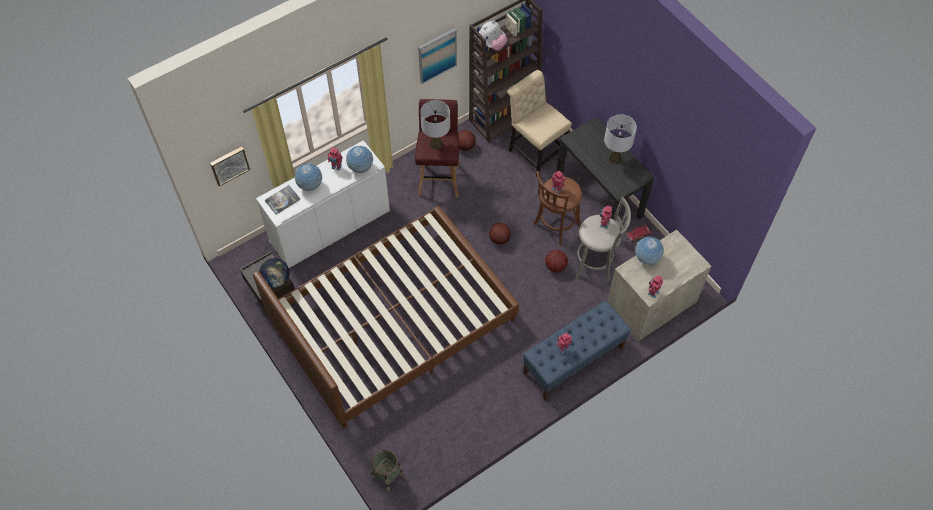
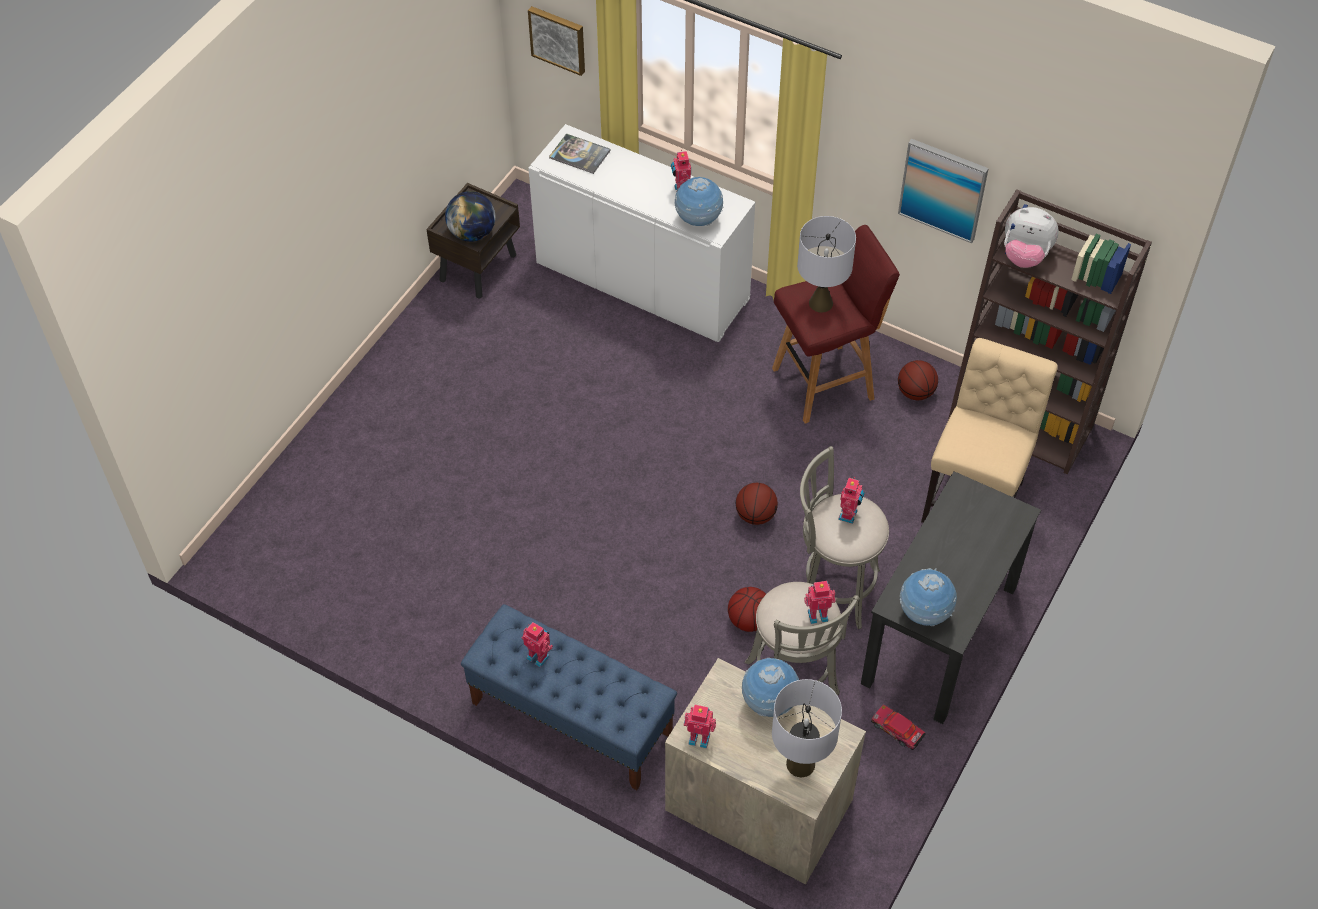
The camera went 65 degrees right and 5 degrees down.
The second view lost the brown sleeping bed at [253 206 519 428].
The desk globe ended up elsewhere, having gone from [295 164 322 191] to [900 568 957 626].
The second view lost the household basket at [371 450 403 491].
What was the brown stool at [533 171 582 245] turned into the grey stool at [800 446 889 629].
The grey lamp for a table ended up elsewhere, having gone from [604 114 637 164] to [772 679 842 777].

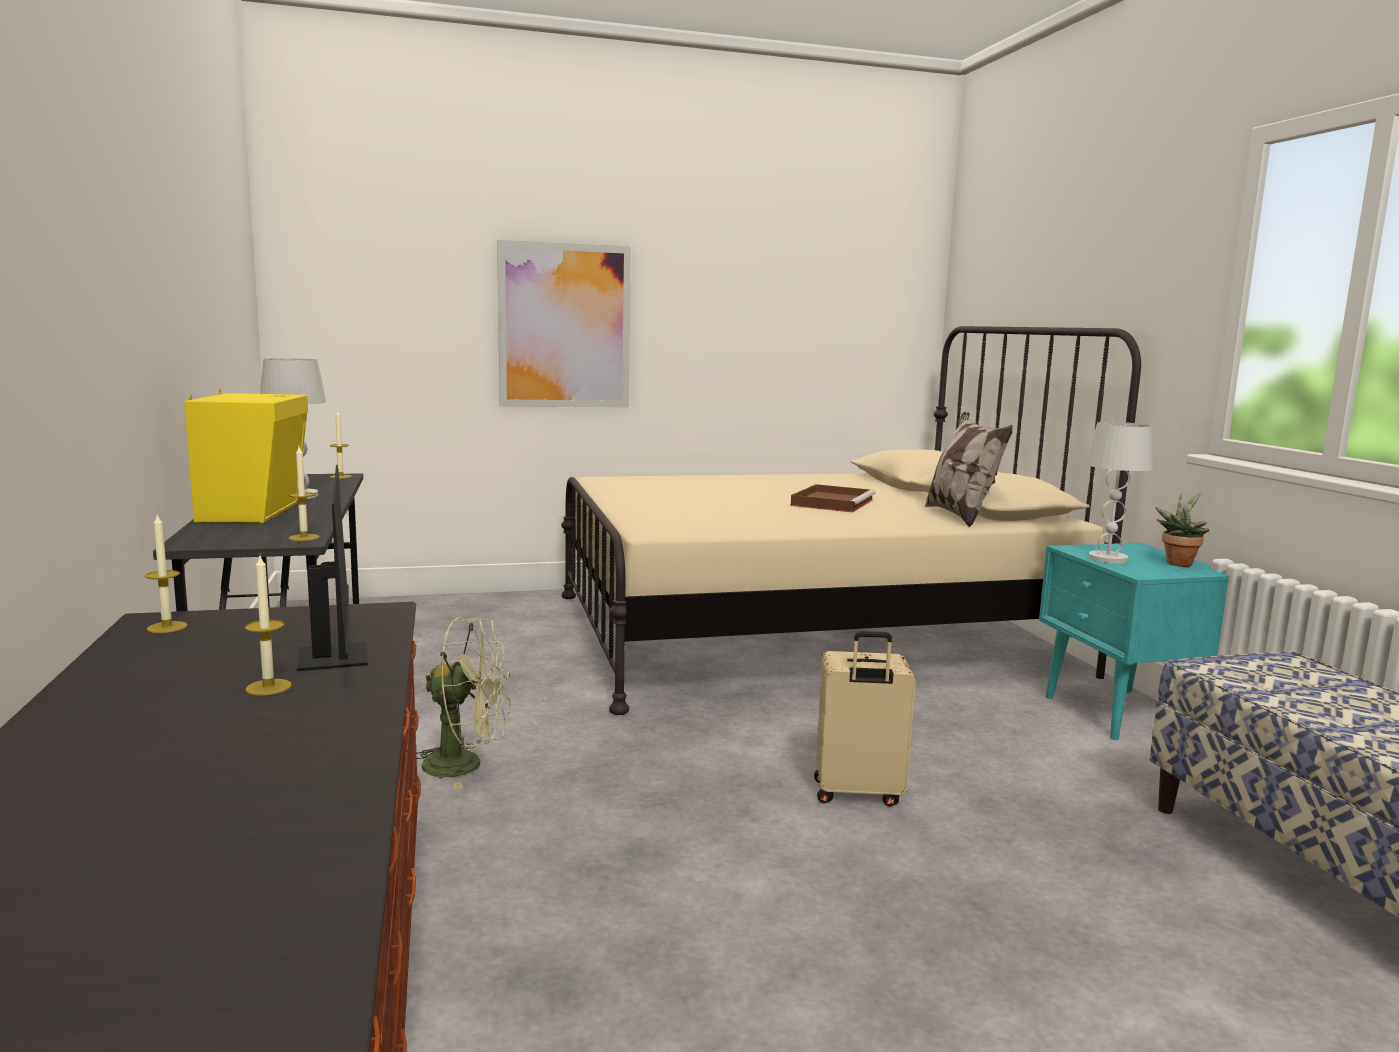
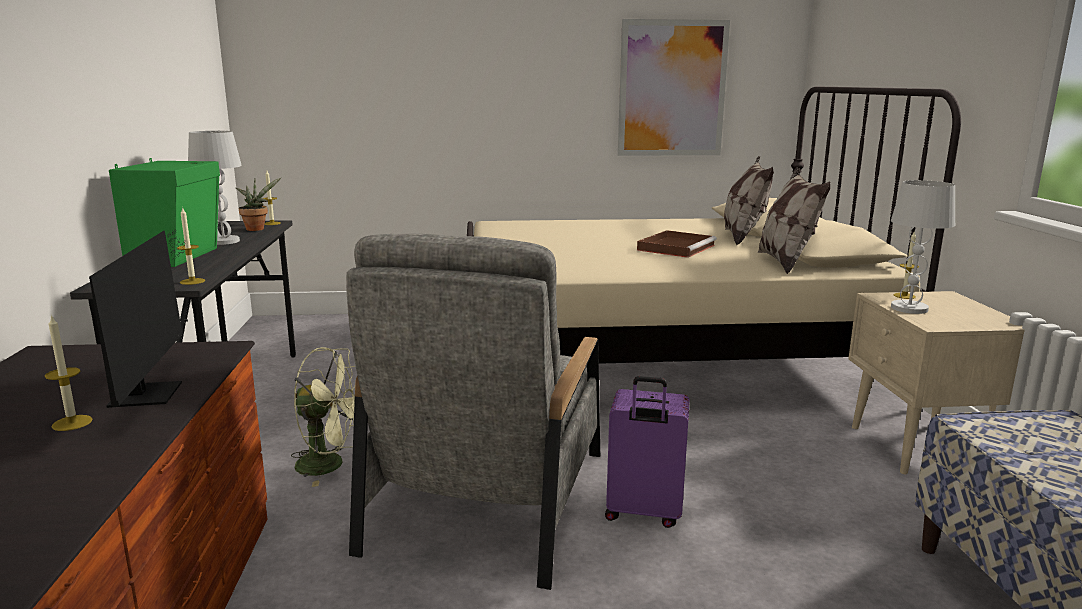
The camera went 10 degrees right and 5 degrees up.
The candle ended up elsewhere, having gone from [145 513 187 633] to [894 231 919 299].
What was the yellowish loudspeaker at [184 389 308 523] turned into the green loudspeaker at [109 158 220 267].
The wall art ended up elsewhere, having gone from [497 240 631 408] to [618 19 730 156].
What was the beige-coloured travel case at [814 631 916 807] turned into the purplish travel case at [605 376 690 528].
What was the turquoise bedside table at [1039 543 1229 740] turned into the beige-coloured bedside table at [848 291 1025 474].
The plant in a pot ended up elsewhere, having gone from [1155 492 1209 567] to [236 178 281 231].
The second view gained the grey lounge chair at [346 234 600 590].
The second view gained the cushion at [724 156 774 245].

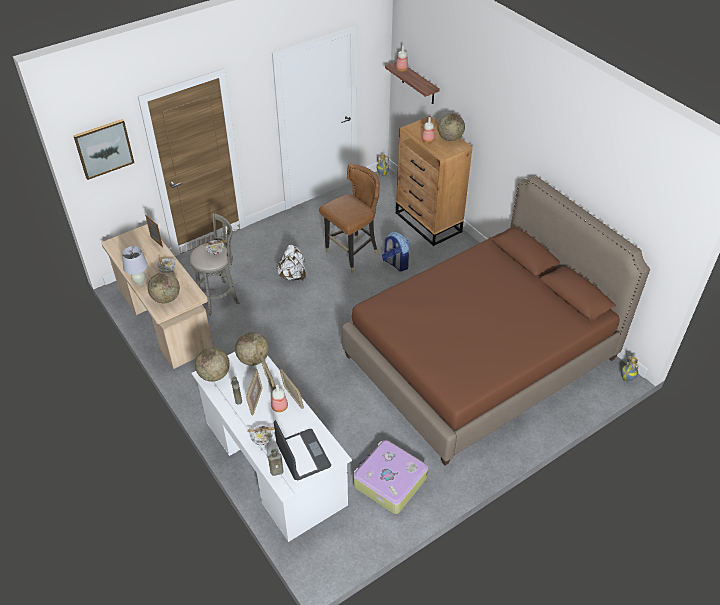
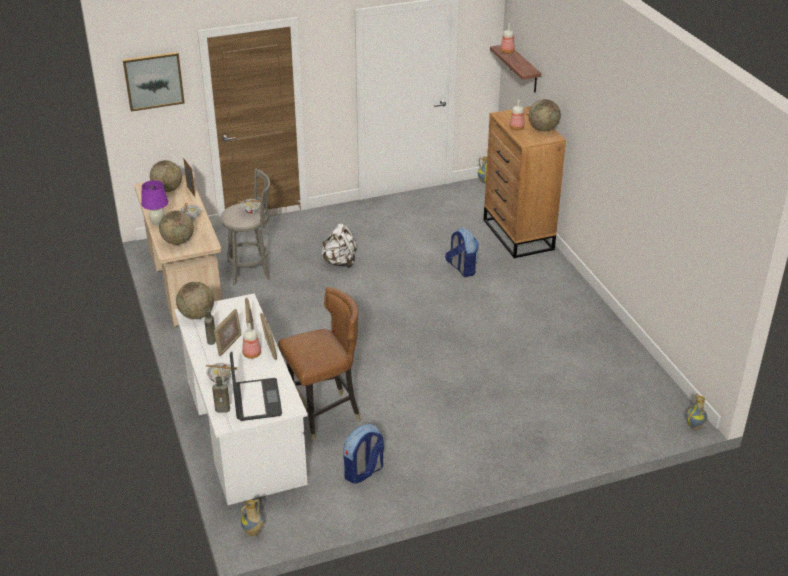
The camera went 15 degrees right and 10 degrees down.
What was the white-coloured lamp for a table at [122 246 148 285] turned into the purplish lamp for a table at [141 180 168 226].
The desk globe ended up elsewhere, having gone from [235 332 269 366] to [150 160 182 192].
The brown upright chair ended up elsewhere, having gone from [319 164 380 273] to [278 287 361 441].
The second view lost the brown sleeping bed at [342 176 650 465].
Where the travel case stood at [353 440 428 514], the backpack came to stand at [343 424 384 484].
The second view gained the vase at [241 499 264 536].

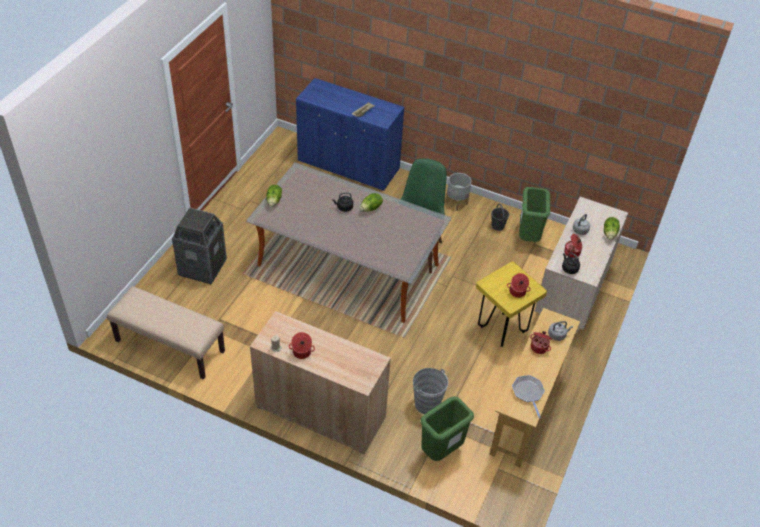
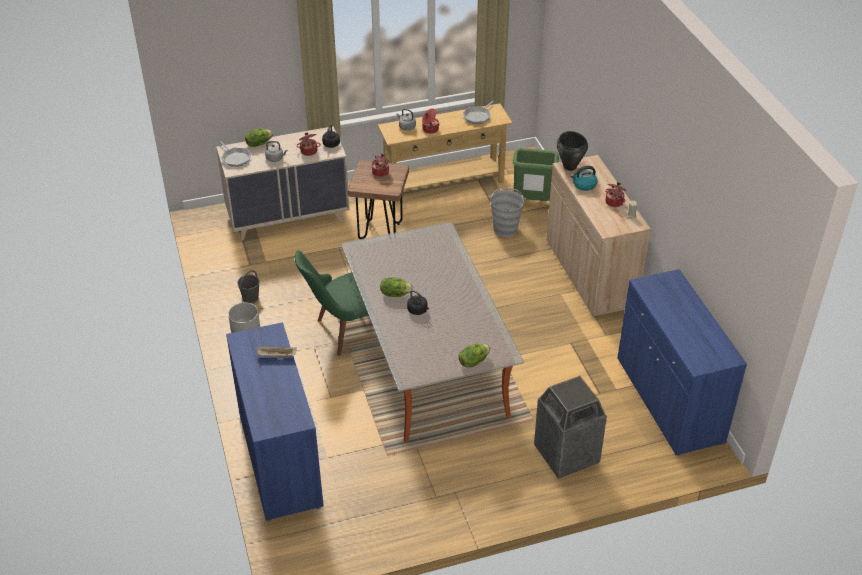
The camera went 130 degrees left and 5 degrees down.
Where the beige-coloured indoor bench stood at [107 286 225 380], the blue cupboard came to stand at [617 269 747 456].
What was the yellowish stool at [476 262 547 347] turned into the brown stool at [348 160 409 239].
The second view lost the green waste bin at [519 187 550 242].
The second view gained the pan at [220 141 251 167].
The second view gained the blackish saucepot at [557 131 588 171].
The second view gained the kettle at [571 166 598 191].

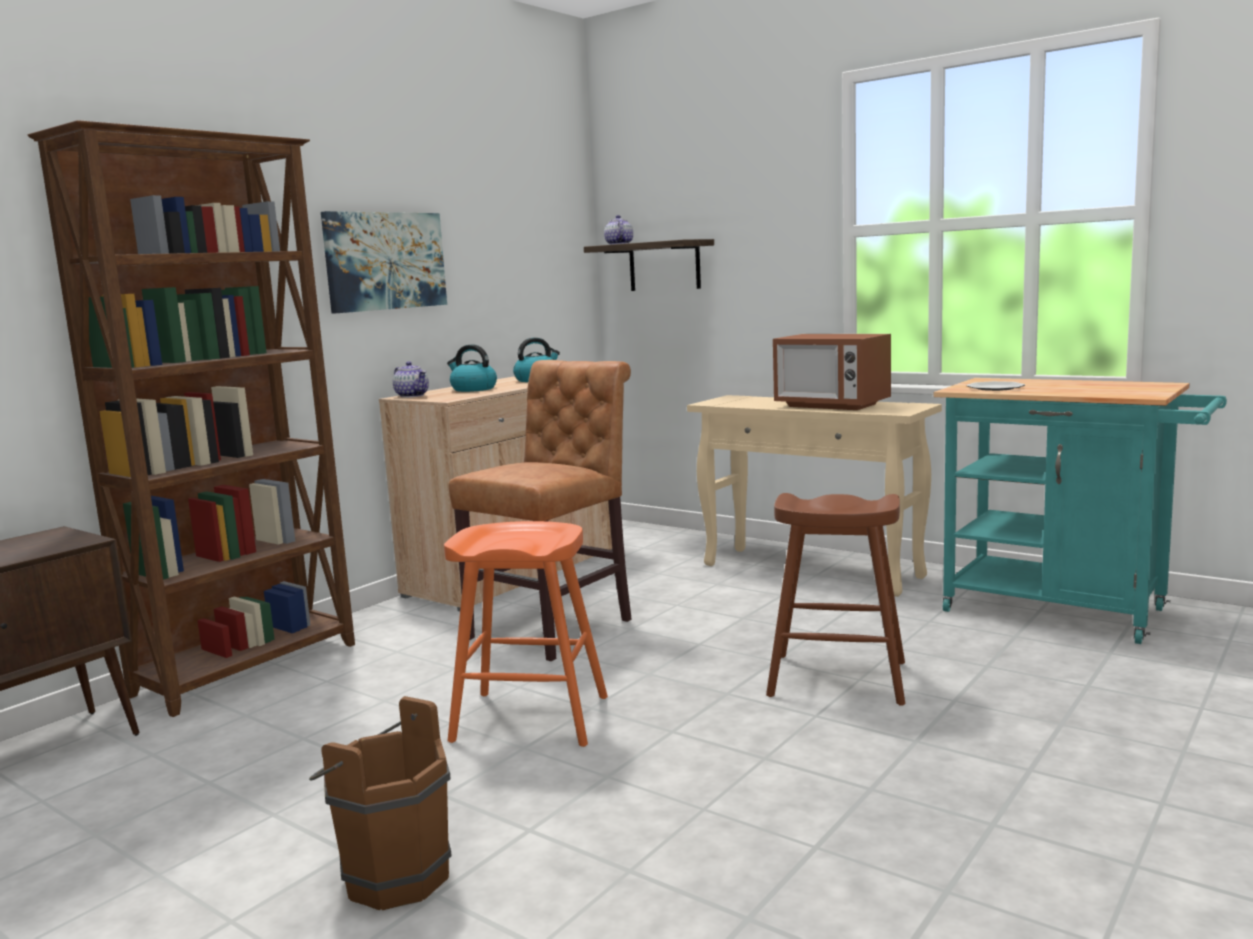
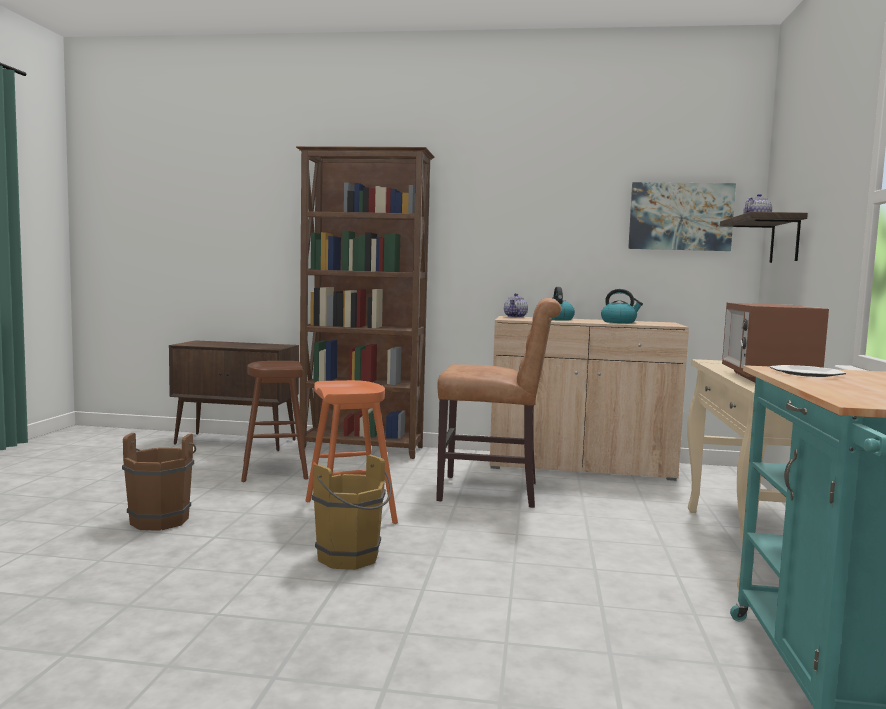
The camera went 60 degrees right and 5 degrees down.
The wall art ended up elsewhere, having gone from [321 211 447 313] to [628 182 736 251].
The brown stool ended up elsewhere, having gone from [766 493 905 706] to [241 361 308 482].
The second view gained the brown bucket at [312 454 392 570].

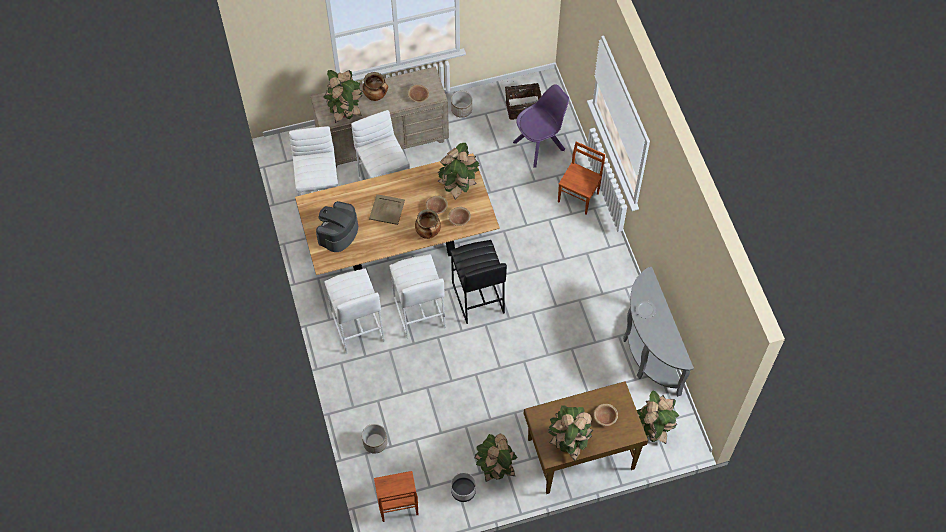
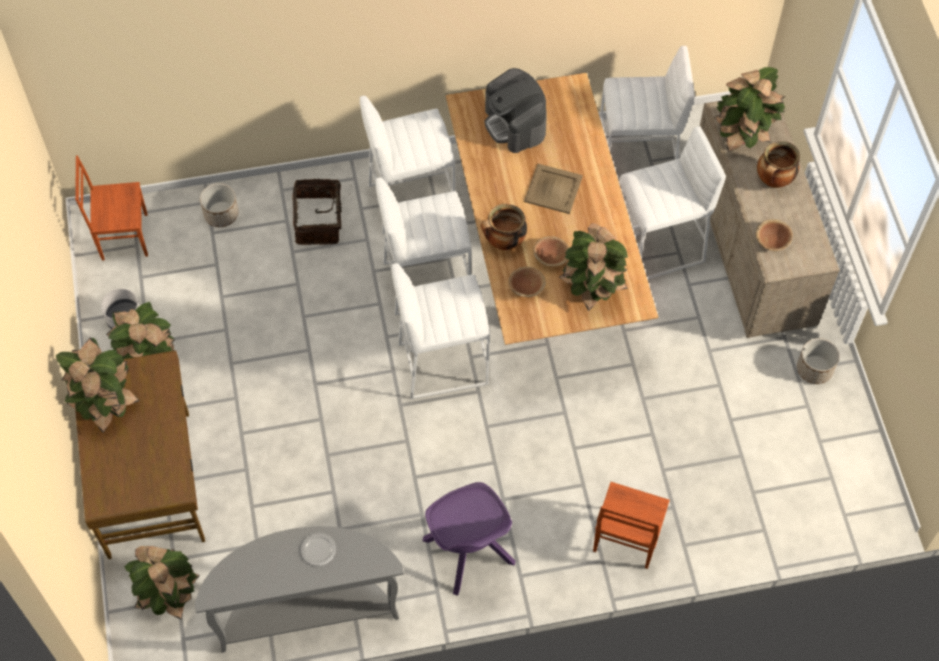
The camera went 95 degrees right and 0 degrees up.
The coffee maker at [316 201 358 252] ended up facing another way, 150 degrees counterclockwise from before.
What was the blackish stool at [450 240 507 324] turned into the white-coloured stool at [392 263 490 399].
The household basket ended up elsewhere, having gone from [505 83 542 120] to [292 178 342 245].
The purplish upright chair ended up elsewhere, having gone from [513 84 569 168] to [423 482 515 596].
The brown upright chair at [558 141 605 215] ended up facing another way, 75 degrees clockwise from before.
The second view lost the brown deep dish at [594 404 618 426].

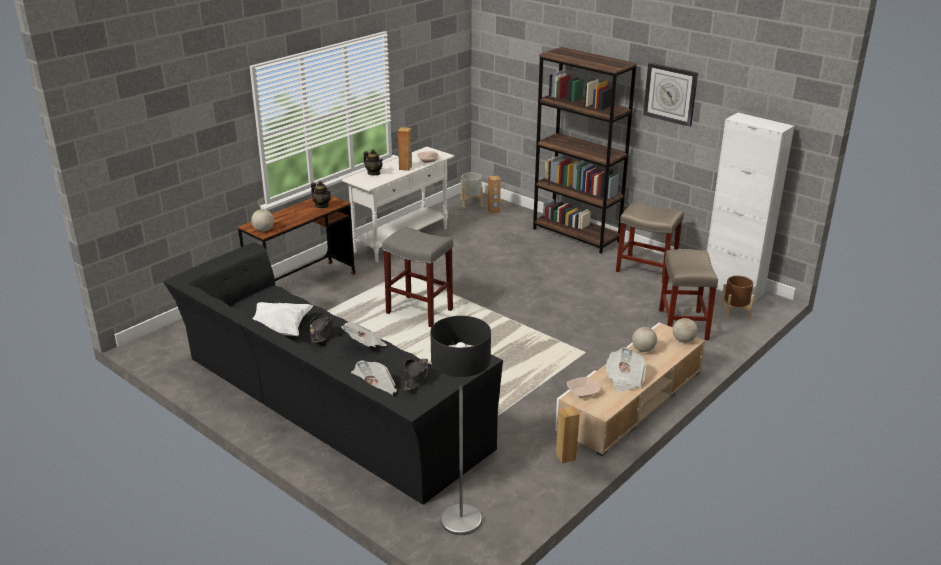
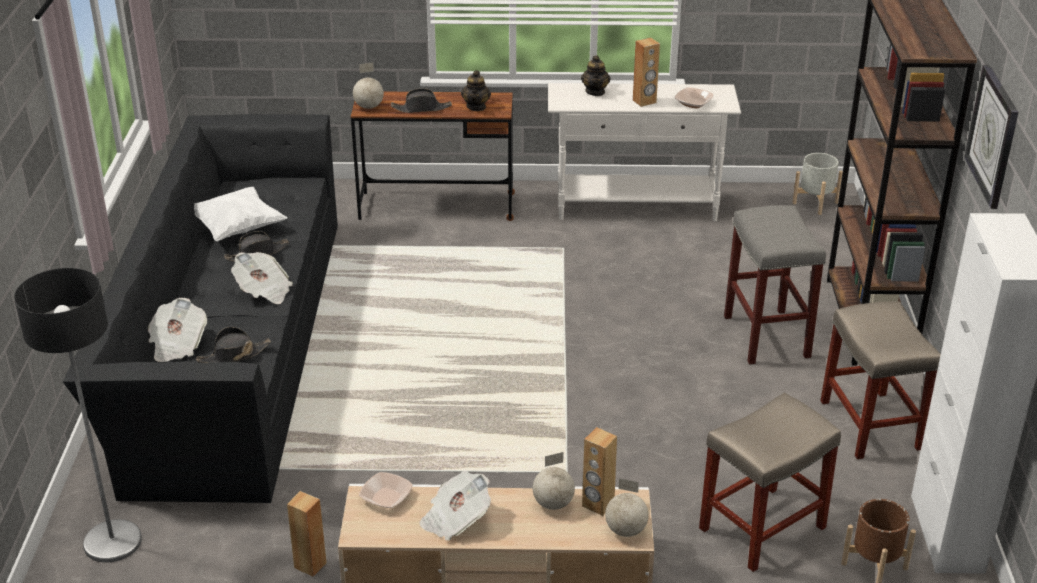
The camera went 50 degrees right and 5 degrees up.
The grey stool ended up elsewhere, having gone from [382 227 453 327] to [724 205 826 364].
The brown loudspeaker ended up elsewhere, having gone from [488 176 501 214] to [582 427 617 516].
The second view gained the blackish clothing hat at [391 88 452 113].

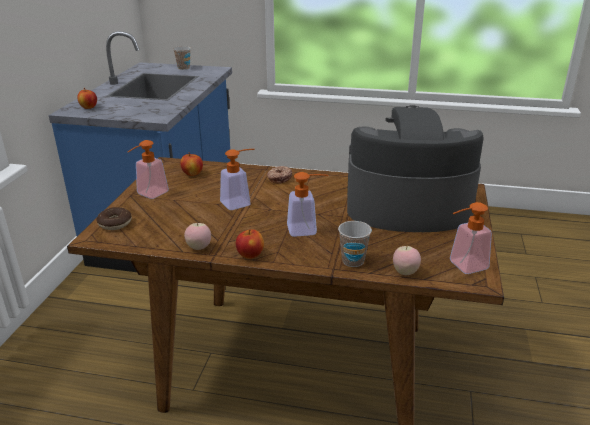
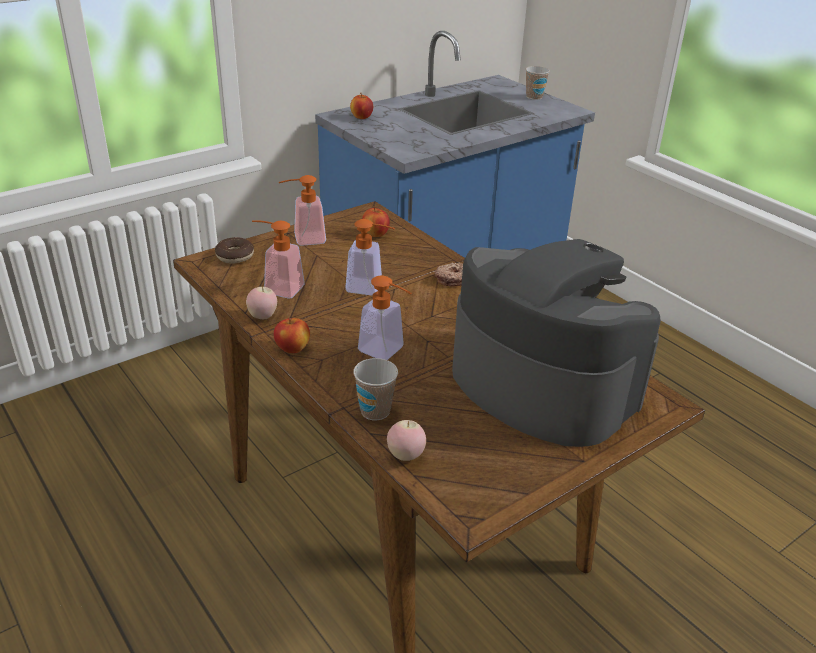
The camera went 40 degrees right and 5 degrees up.
The soap bottle ended up elsewhere, having gone from [450 202 492 274] to [252 220 305 298].

